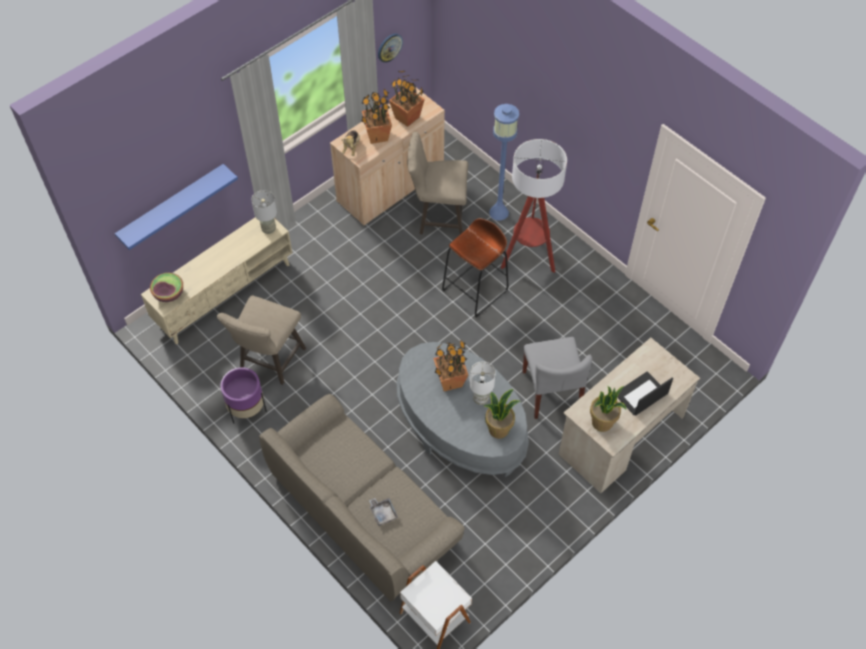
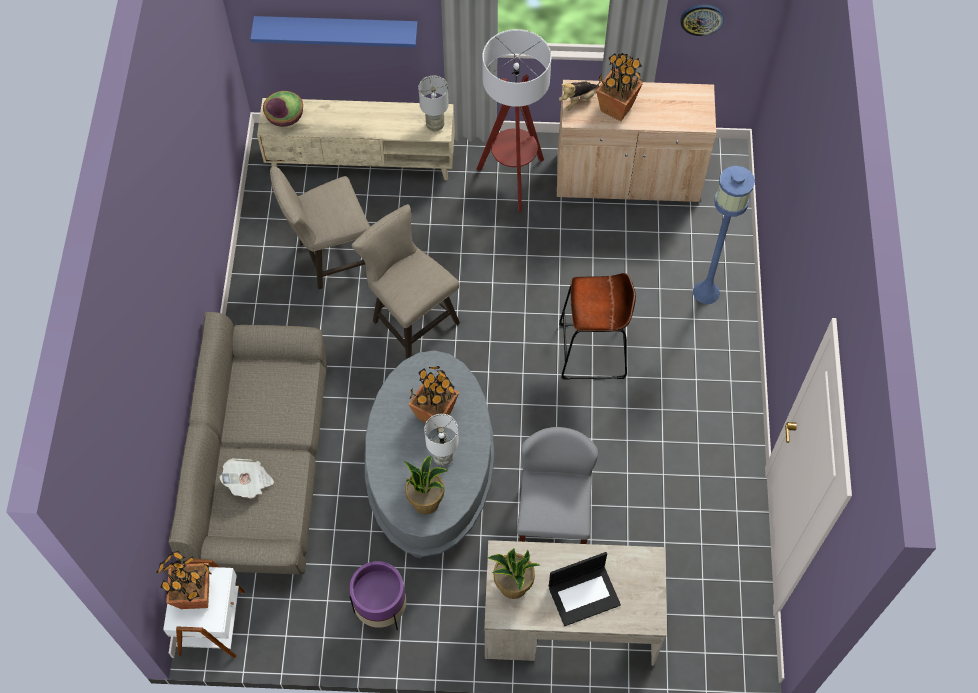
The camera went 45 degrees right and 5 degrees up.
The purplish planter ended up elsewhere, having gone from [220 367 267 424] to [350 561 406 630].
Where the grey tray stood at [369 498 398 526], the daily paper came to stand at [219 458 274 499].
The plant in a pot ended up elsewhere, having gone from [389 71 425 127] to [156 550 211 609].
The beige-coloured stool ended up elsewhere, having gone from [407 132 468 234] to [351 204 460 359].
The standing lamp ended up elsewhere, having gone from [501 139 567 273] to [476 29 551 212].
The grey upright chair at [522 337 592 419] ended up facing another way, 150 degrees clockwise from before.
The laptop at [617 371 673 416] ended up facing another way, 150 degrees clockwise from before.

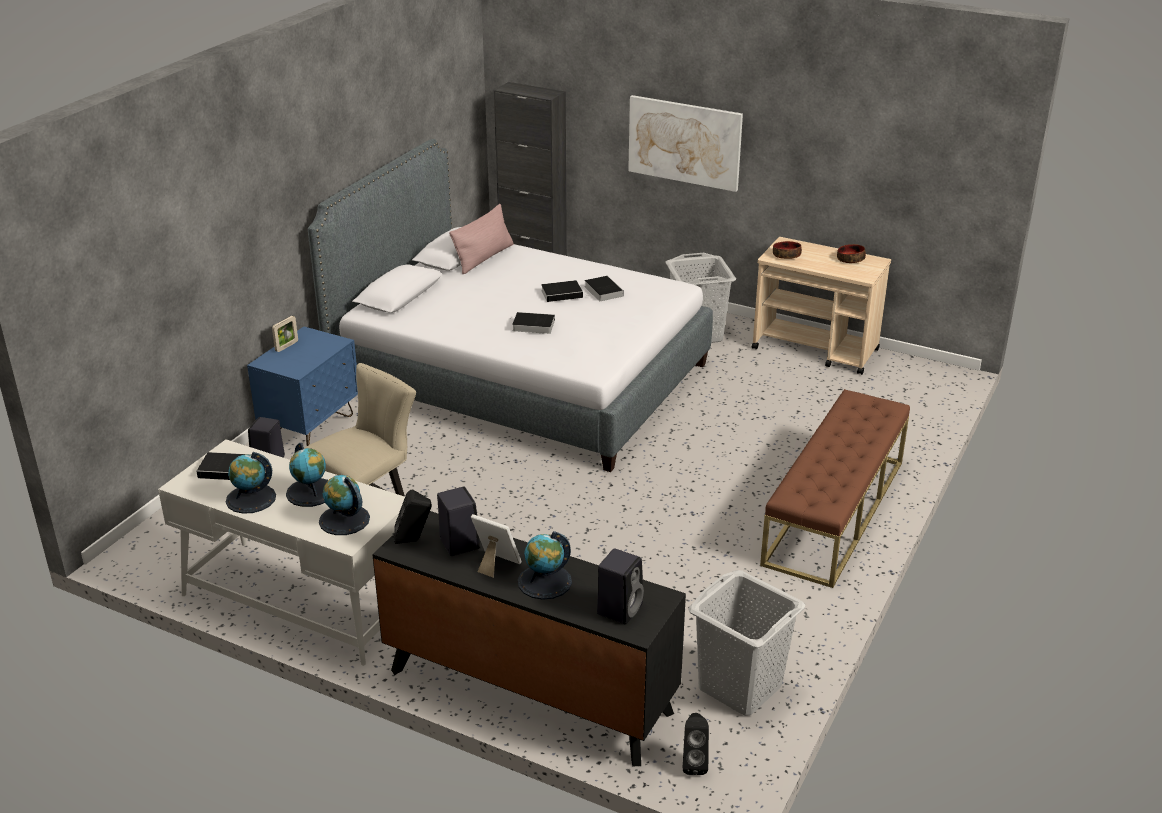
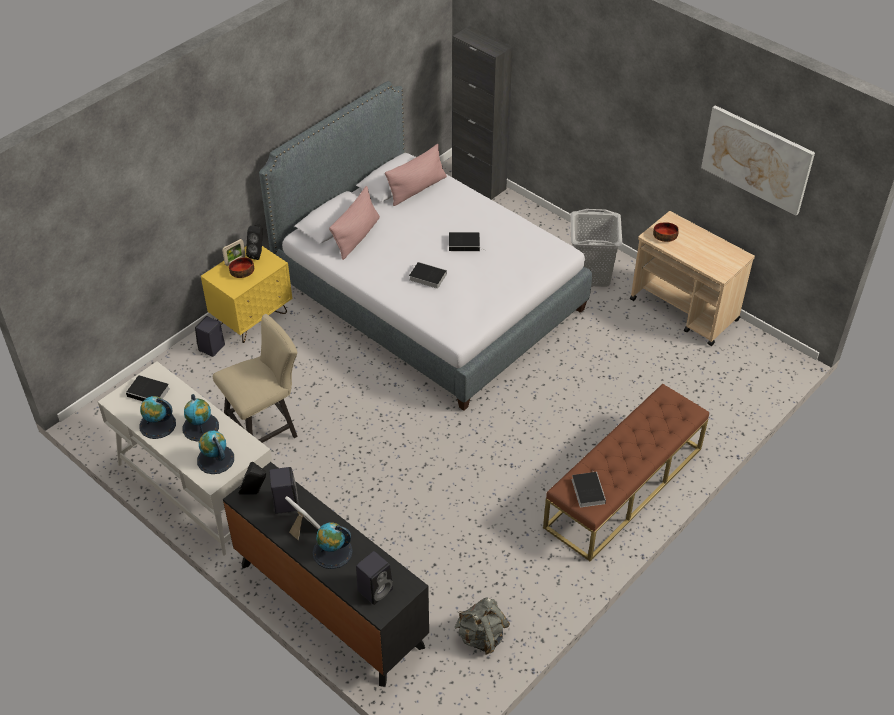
The camera went 15 degrees right and 15 degrees up.
What was the blue bedside table at [247 327 358 446] turned into the yellowish bedside table at [201 246 292 343].
The volume ended up elsewhere, having gone from [584 276 624 301] to [572 471 606 508].
The wall art ended up elsewhere, having gone from [628 95 743 192] to [701 105 815 216].
The blackish loudspeaker ended up elsewhere, having gone from [683 713 709 775] to [246 225 263 260].
Where the grey hamper stood at [688 570 805 716], the grey backpack came to stand at [455 597 510 655].
The deep dish ended up elsewhere, having gone from [837 244 866 263] to [229 257 254 278].
The second view gained the pink-coloured cushion at [329 186 380 260].

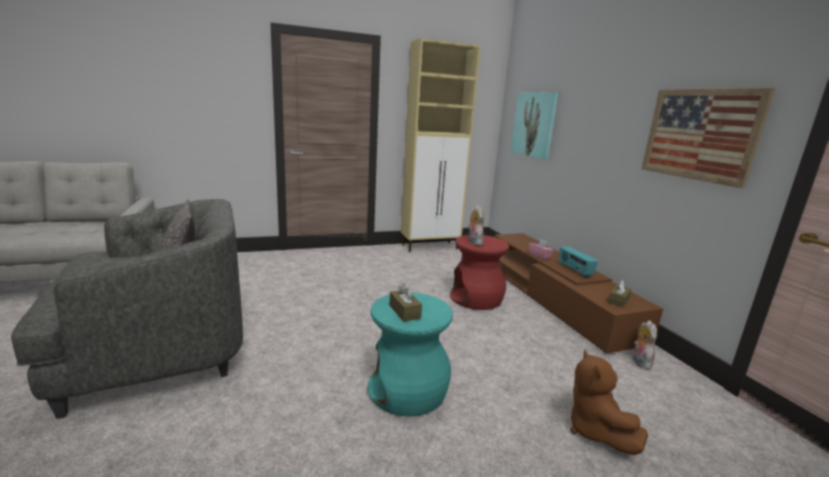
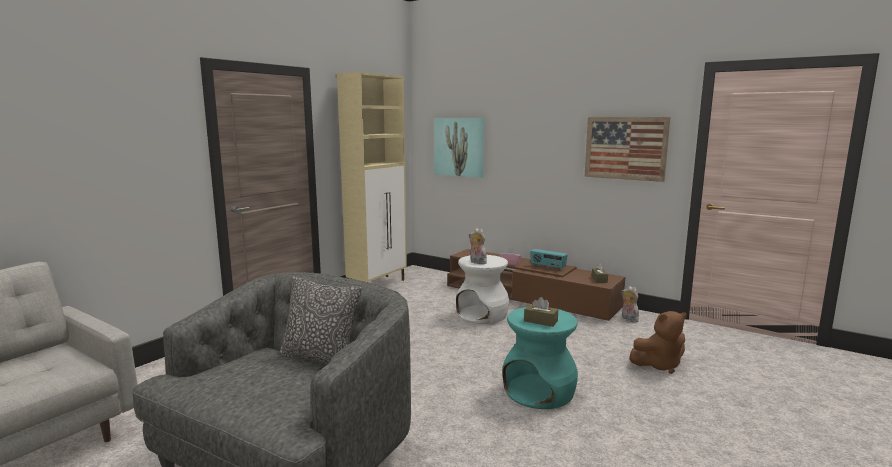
The camera went 35 degrees left and 5 degrees down.
What was the red-coloured stool at [450 235 509 310] turned into the white-coloured stool at [456 255 509 324].
The brown soft toy at [570 350 648 455] ended up facing another way, 60 degrees counterclockwise from before.

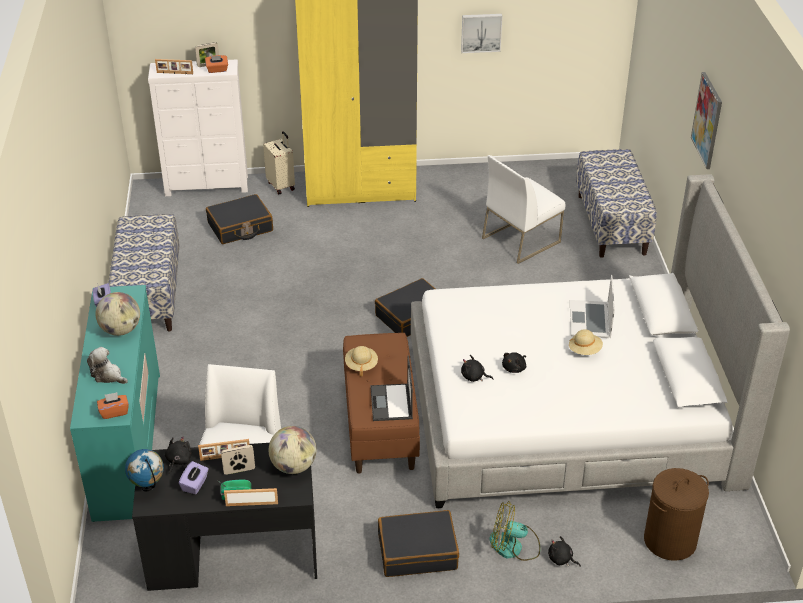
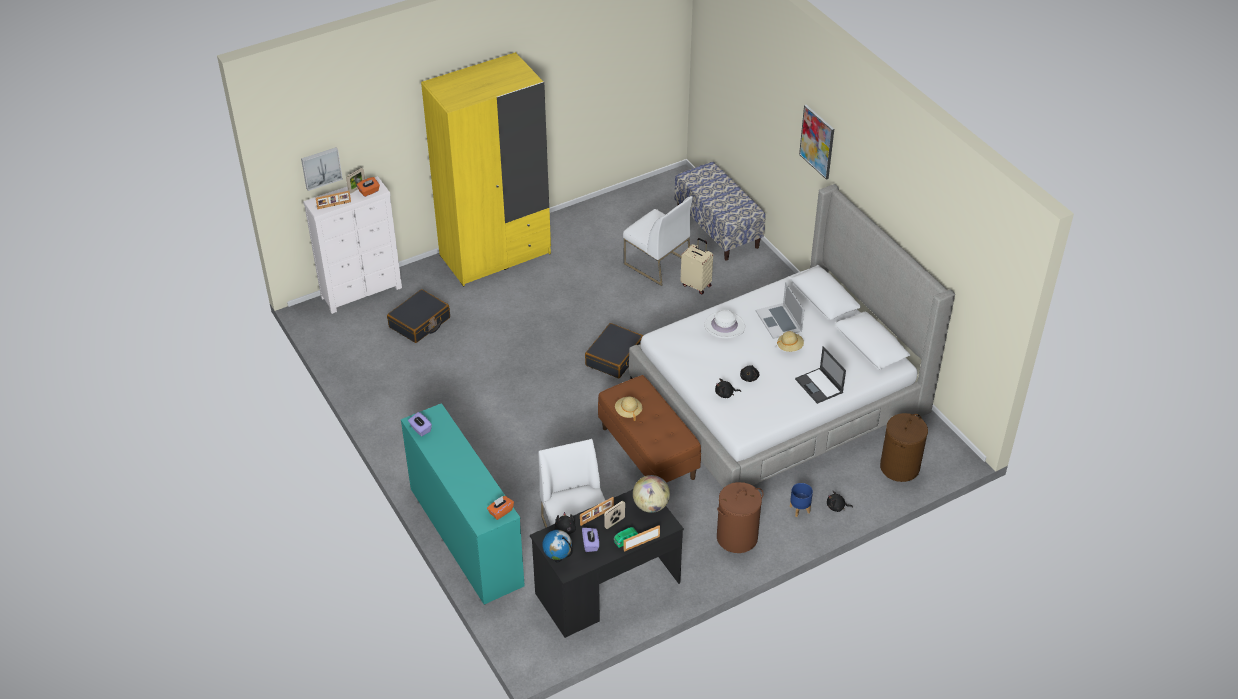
The camera went 25 degrees left and 5 degrees up.
The second view lost the soft toy at [87 347 128 384].
The second view lost the desk globe at [96 292 140 336].
The second view lost the indoor bench at [108 214 180 331].
The beige-coloured travel case ended up elsewhere, having gone from [263 131 295 194] to [680 238 713 294].
The laptop ended up elsewhere, having gone from [370 356 413 421] to [795 346 846 404].
Where the blackish travel case stood at [378 510 459 577], the brown hamper came to stand at [717 482 764 553].
The wall art ended up elsewhere, having gone from [461 14 502 53] to [301 147 343 191].
The white-coloured upright chair at [482 155 565 264] ended up facing another way, 75 degrees counterclockwise from before.
Where the cooling fan stood at [489 501 540 561], the blue planter came to stand at [790 483 813 517].
The second view gained the white-coloured clothing hat at [704 310 745 338].

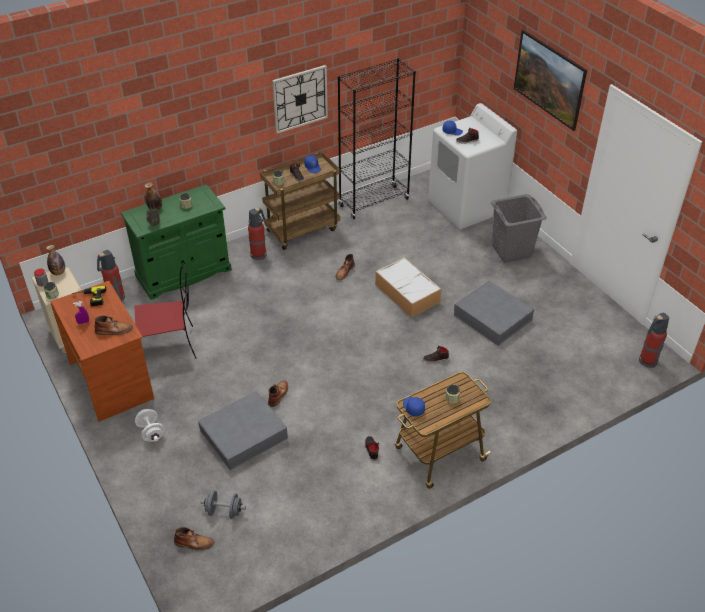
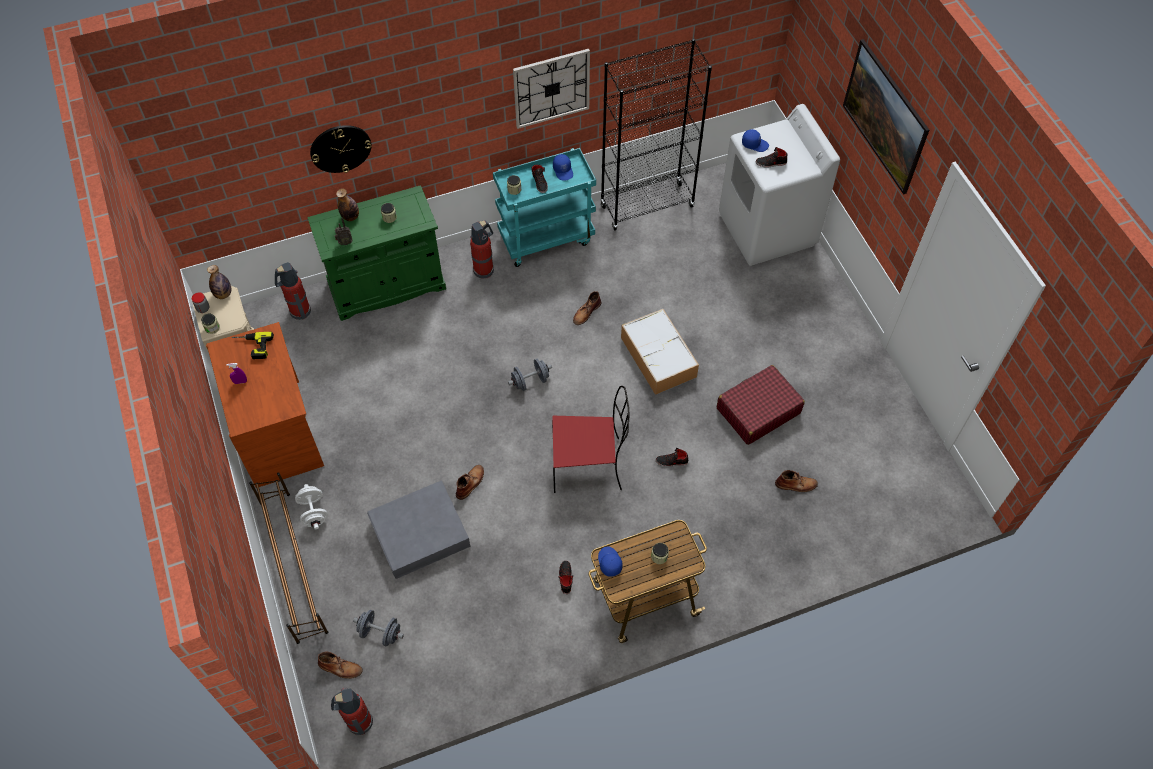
The camera went 10 degrees right and 15 degrees up.
The brown boot ended up elsewhere, having gone from [95 316 133 335] to [775 470 818 492].
The red-coloured upright chair ended up elsewhere, having gone from [134 266 196 358] to [552 386 630 493].
What was the brown wheeled cart at [260 152 340 250] turned into the turquoise wheeled cart at [493 148 596 267].
Where the grey storage bin stood at [454 281 534 346], the red-coloured travel case came to stand at [717 365 805 445].
The second view lost the grey hamper at [491 194 546 263].
The fire-fighting cylinder ended up elsewhere, having gone from [639 312 669 368] to [331 687 373 735].
The second view gained the brown shoe rack at [249 472 328 644].
The second view gained the wall clock at [310 125 371 173].
The second view gained the grey hand weight at [508 359 552 391].

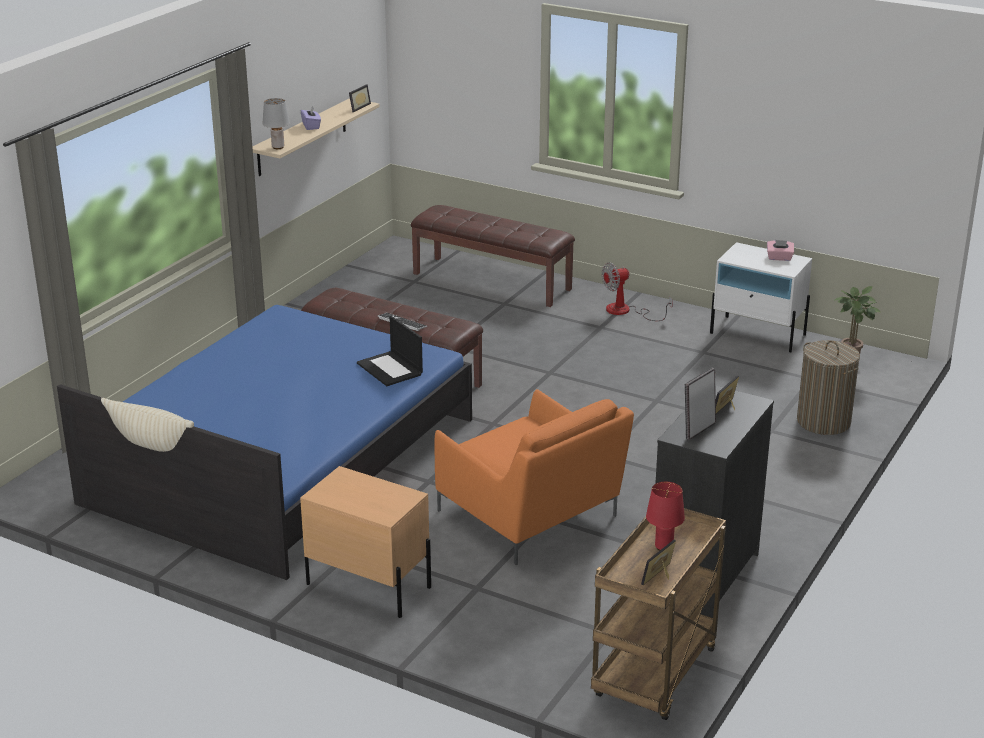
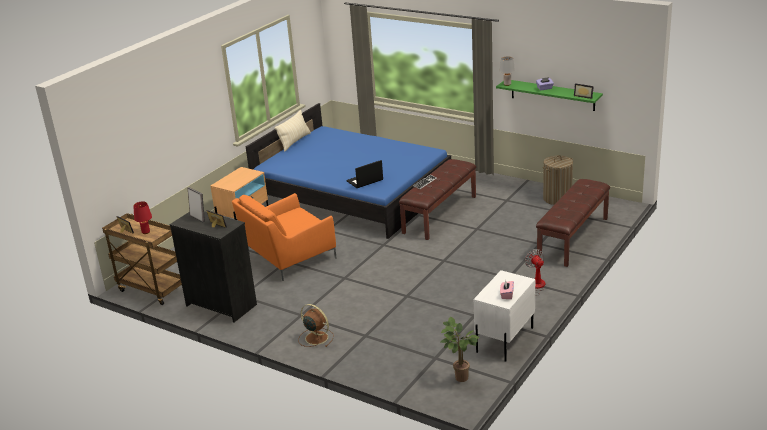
The camera went 95 degrees right and 0 degrees up.
What was the beige-coloured bracket shelf at [252 98 380 176] turned into the green bracket shelf at [496 80 603 111].
The hamper ended up elsewhere, having gone from [797 340 860 435] to [543 155 573 205].
The second view gained the brown cooling fan at [298 304 334 347].

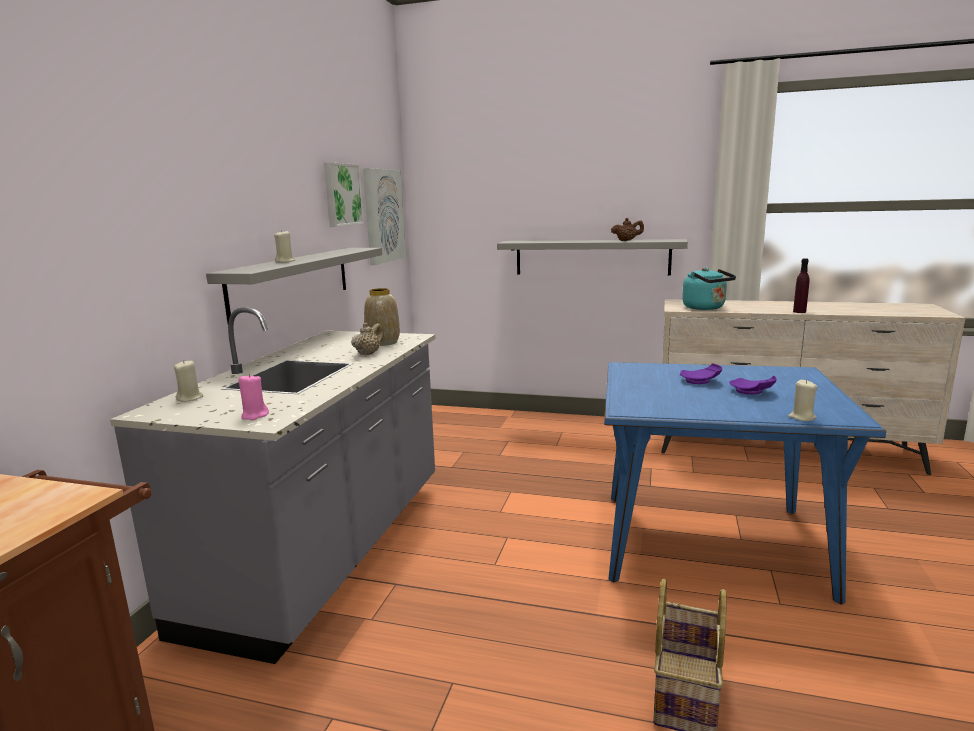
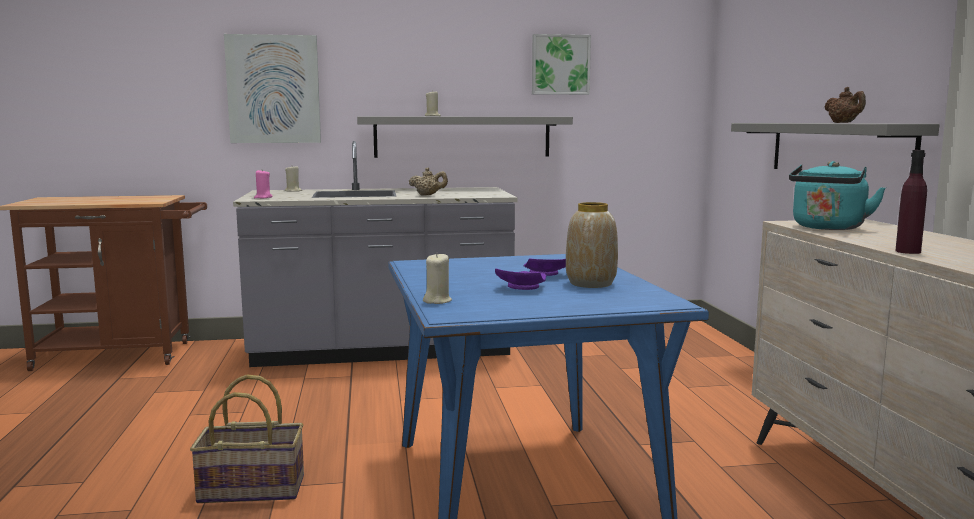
The camera went 65 degrees right and 5 degrees down.
The wall art ended up elsewhere, having gone from [363 168 406 265] to [224 34 321 143].
The vase ended up elsewhere, having gone from [364 288 400 346] to [566 202 618 288].

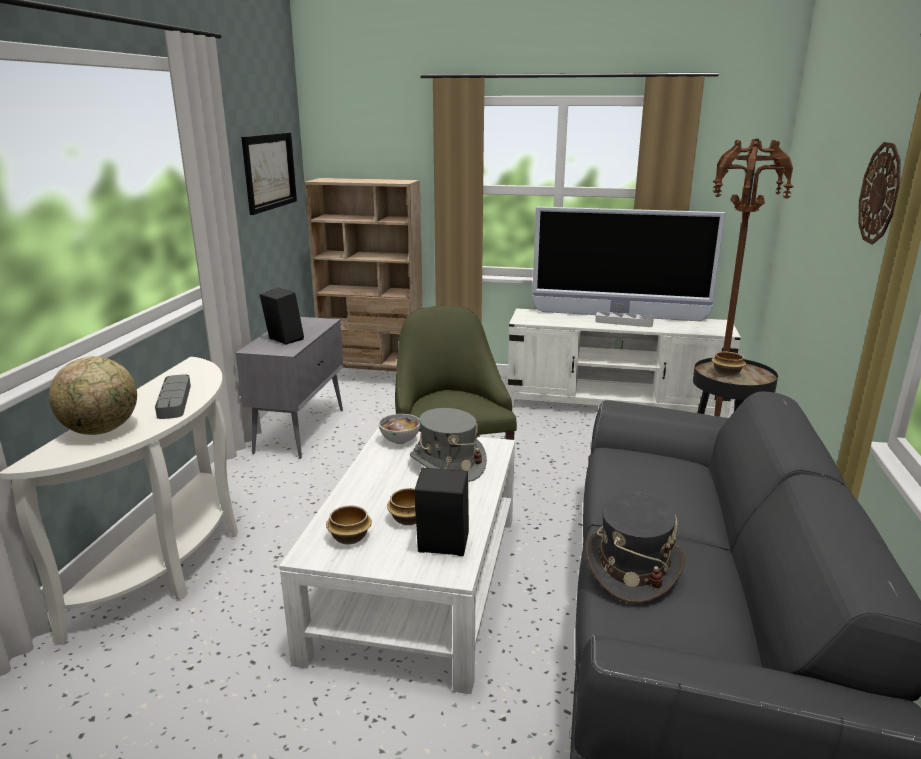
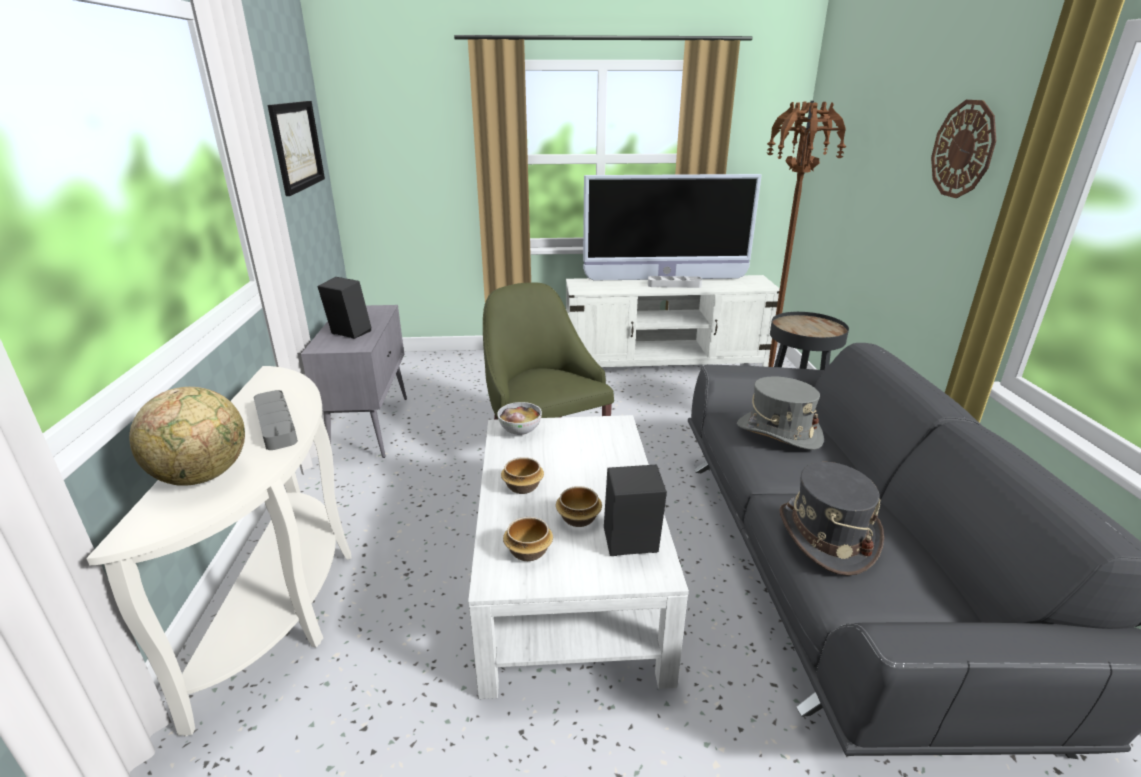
The camera went 15 degrees left and 5 degrees up.
The second view lost the beige-coloured bookcase at [304 178 422 372].
The grey clothing hat ended up elsewhere, having gone from [410 408 487 482] to [737 376 824 450].
The deep dish ended up elsewhere, having gone from [712 351 746 376] to [501 457 544 494].

